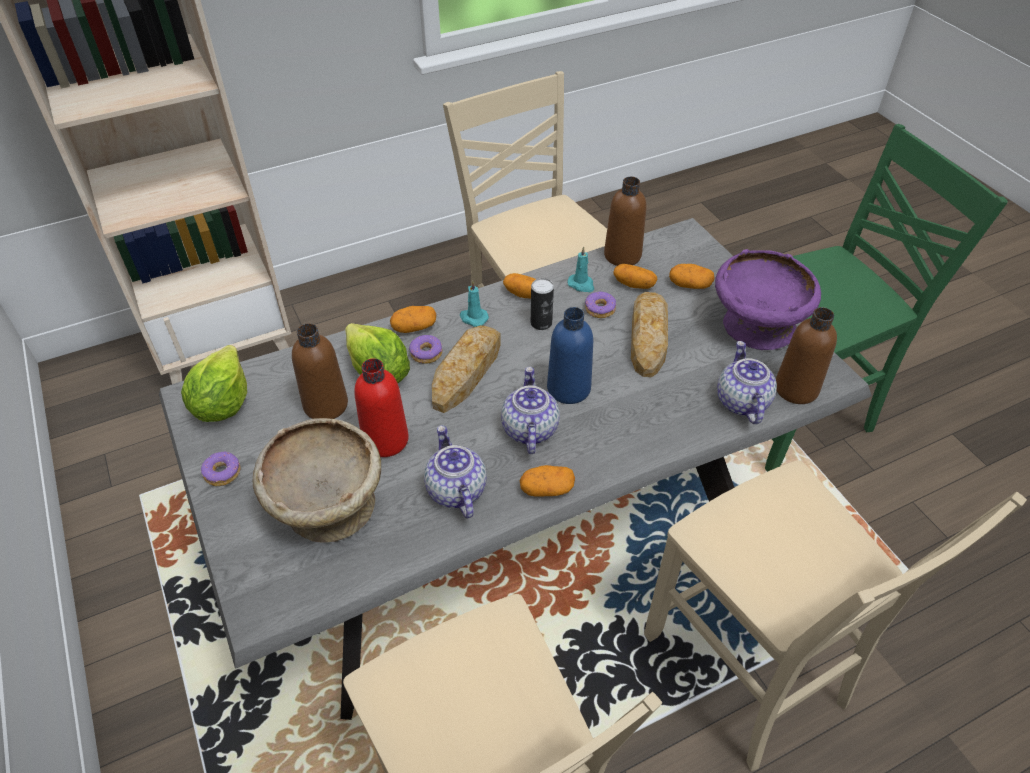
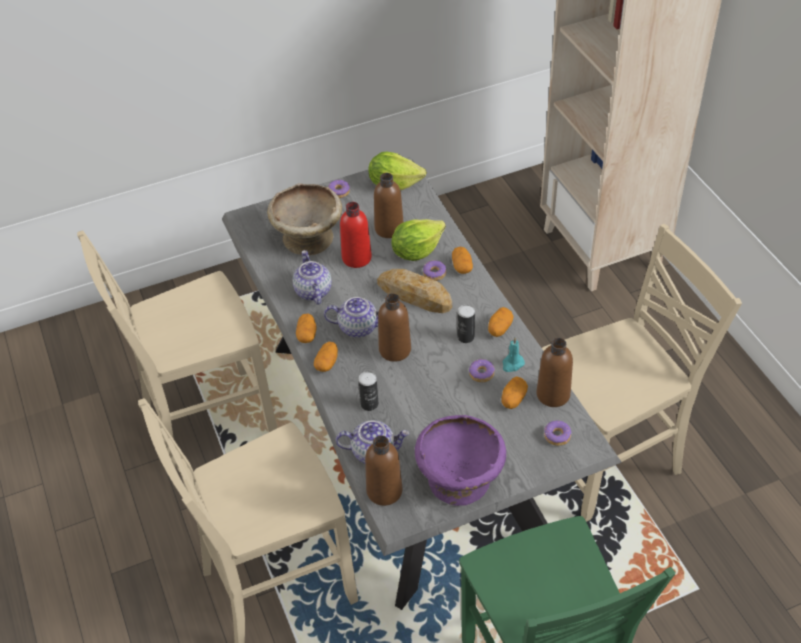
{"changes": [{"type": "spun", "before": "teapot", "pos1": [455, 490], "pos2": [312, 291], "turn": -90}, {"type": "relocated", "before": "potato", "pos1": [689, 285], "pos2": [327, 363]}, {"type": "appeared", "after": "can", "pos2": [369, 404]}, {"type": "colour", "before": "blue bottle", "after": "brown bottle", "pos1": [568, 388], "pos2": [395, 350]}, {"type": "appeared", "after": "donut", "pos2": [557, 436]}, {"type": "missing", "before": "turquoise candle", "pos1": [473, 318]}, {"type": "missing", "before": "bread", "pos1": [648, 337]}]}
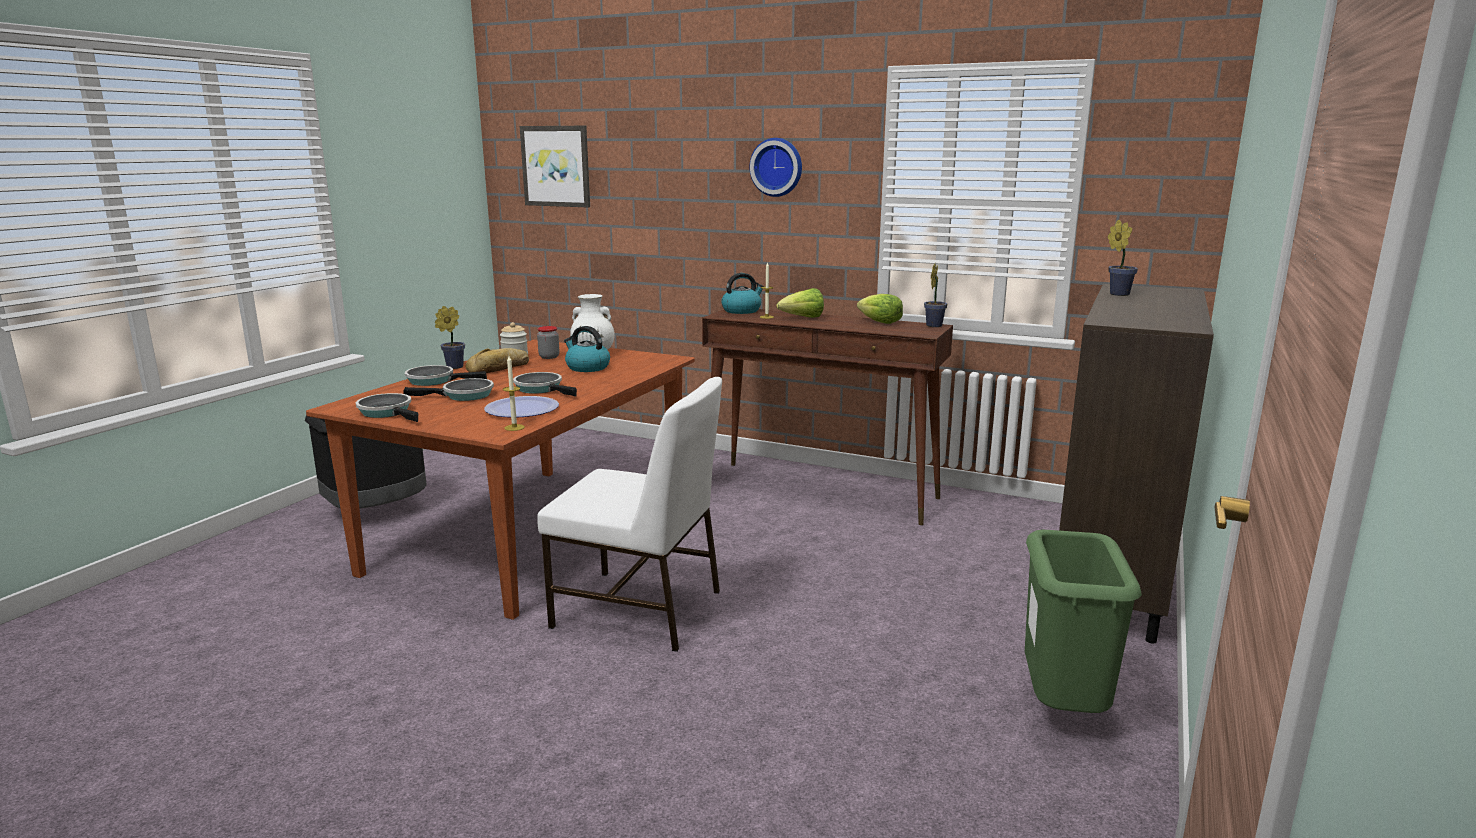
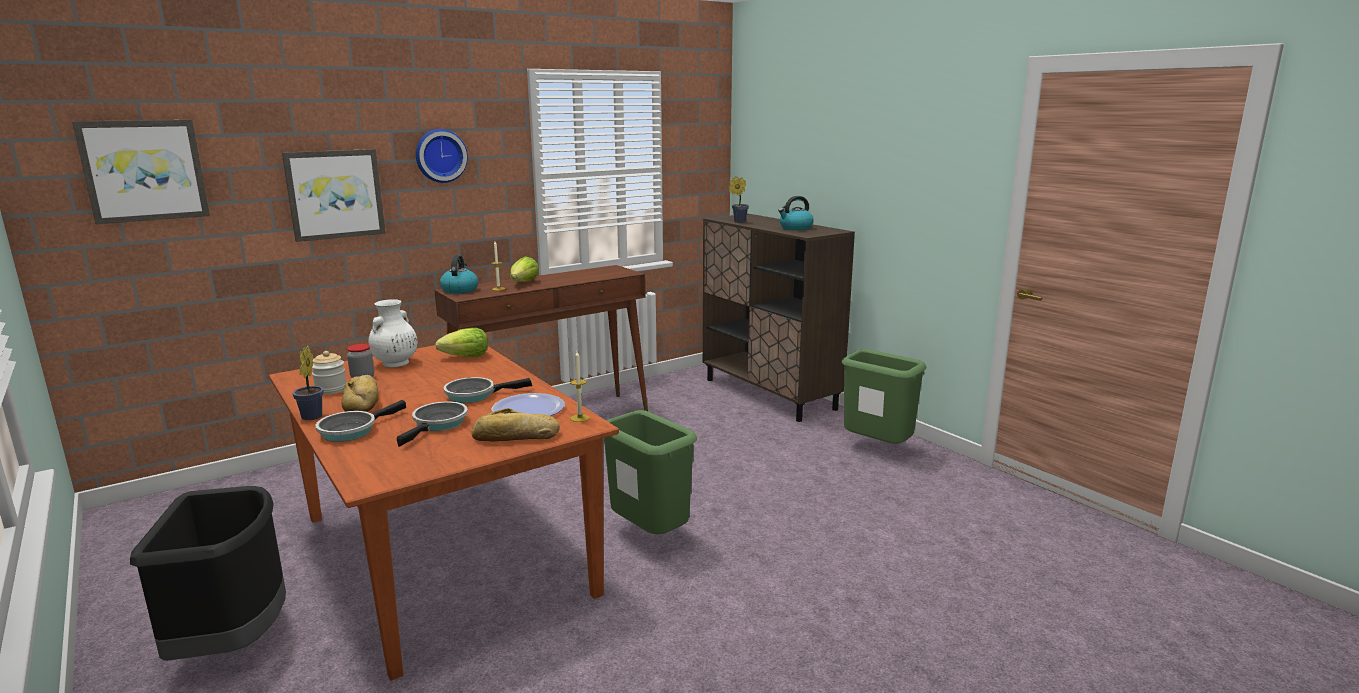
{"changes": [{"type": "appeared", "after": "picture", "pos2": [335, 194]}, {"type": "relocated", "before": "lettuce", "pos1": [880, 322], "pos2": [466, 357]}, {"type": "appeared", "after": "bread", "pos2": [515, 436]}, {"type": "exchanged", "before": "white chair", "after": "green trash can", "pos1": [640, 610], "pos2": [650, 536]}, {"type": "relocated", "before": "kettle", "pos1": [587, 367], "pos2": [795, 228]}, {"type": "missing", "before": "frying pan", "pos1": [388, 412]}, {"type": "missing", "before": "potted plant", "pos1": [934, 325]}]}
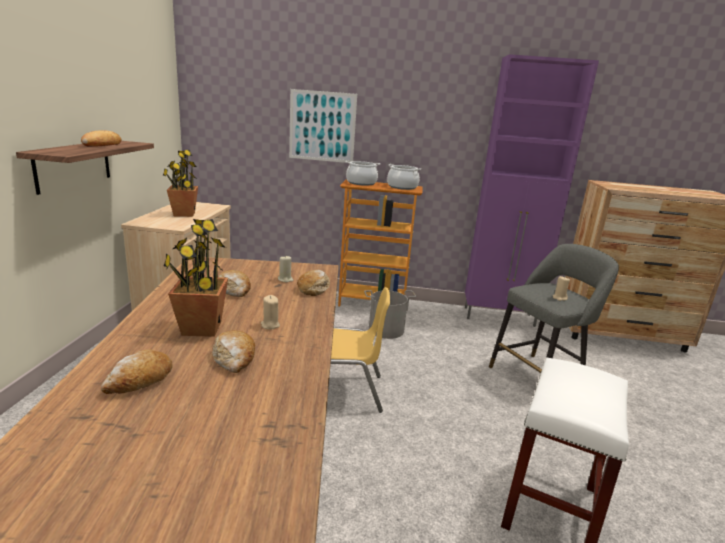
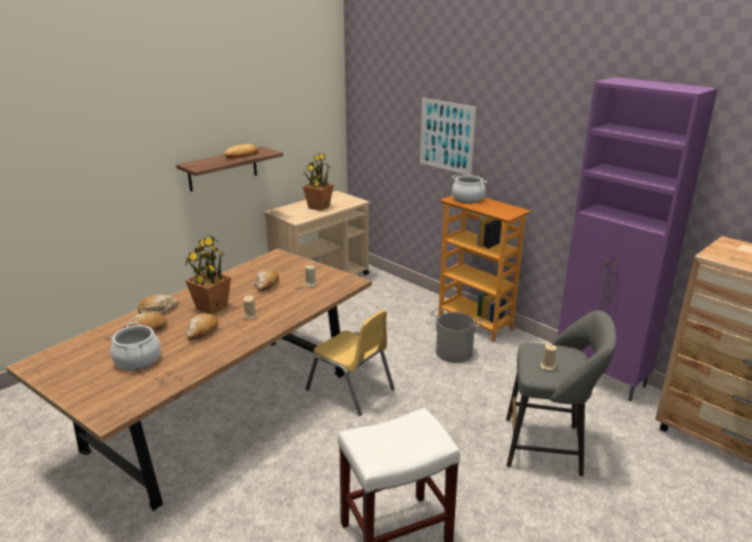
{"changes": [{"type": "relocated", "before": "cooking pot", "pos1": [402, 187], "pos2": [138, 360]}, {"type": "relocated", "before": "bread", "pos1": [314, 288], "pos2": [158, 310]}]}
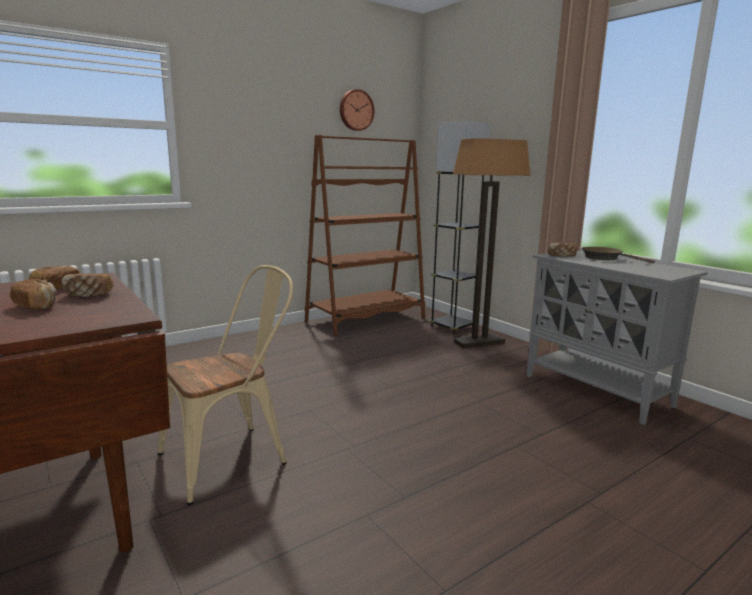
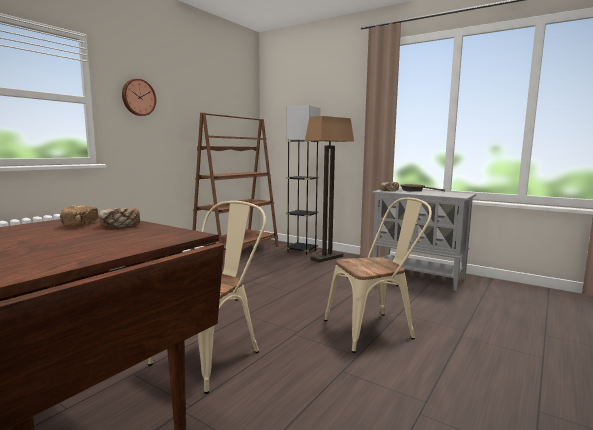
{"changes": [{"type": "relocated", "before": "wall clock", "pos1": [355, 110], "pos2": [138, 97]}, {"type": "appeared", "after": "beige chair", "pos2": [375, 329]}, {"type": "missing", "before": "bread", "pos1": [37, 306]}]}
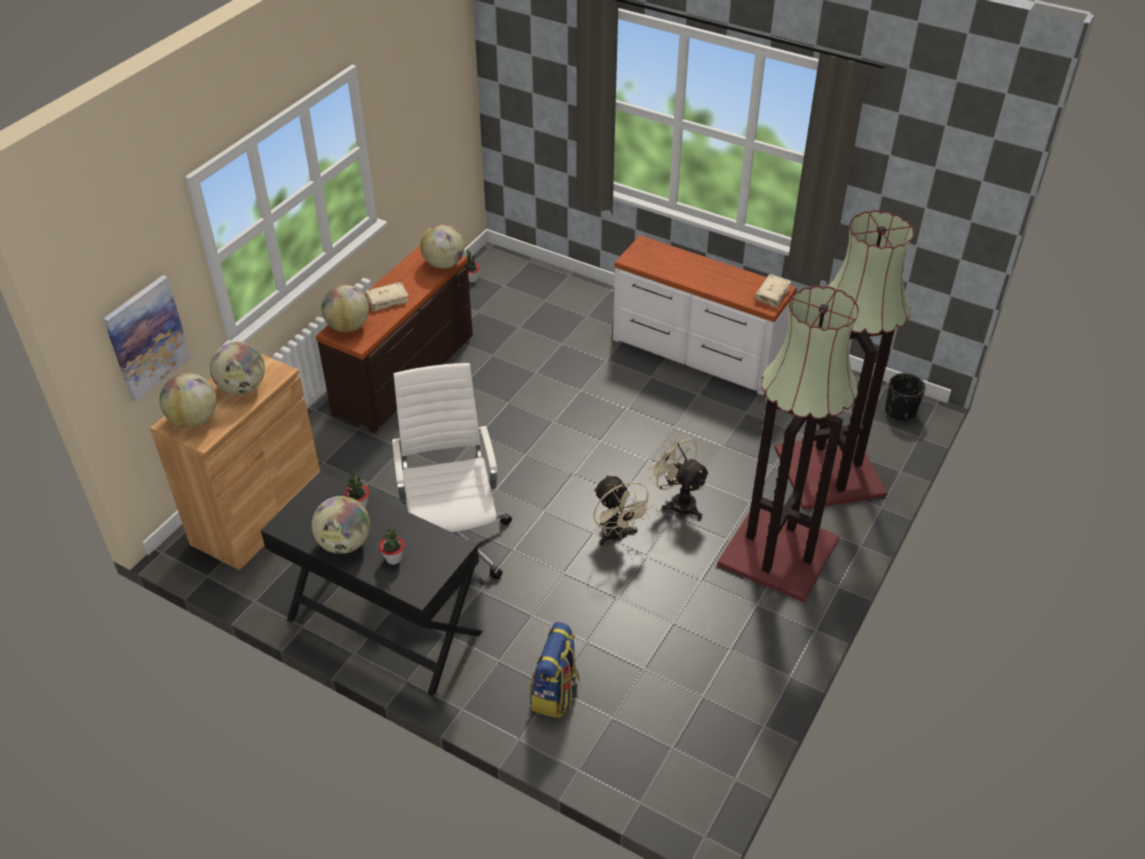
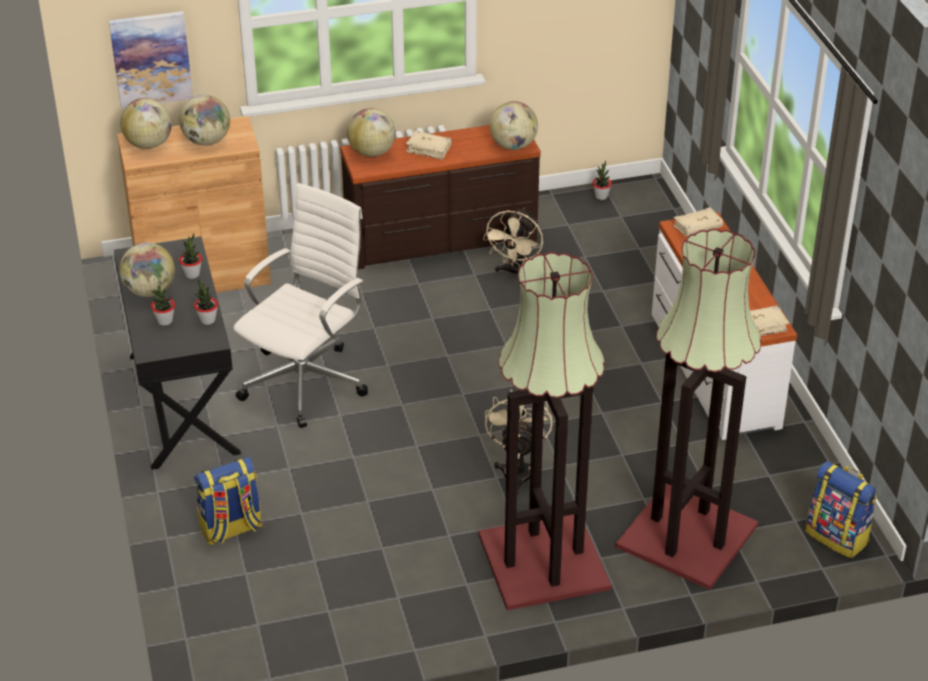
{"changes": [{"type": "appeared", "after": "potted plant", "pos2": [207, 320]}, {"type": "relocated", "before": "beige fan", "pos1": [617, 535], "pos2": [515, 272]}, {"type": "appeared", "after": "beige book", "pos2": [697, 228]}, {"type": "exchanged", "before": "black planter", "after": "backpack", "pos1": [900, 411], "pos2": [838, 536]}]}
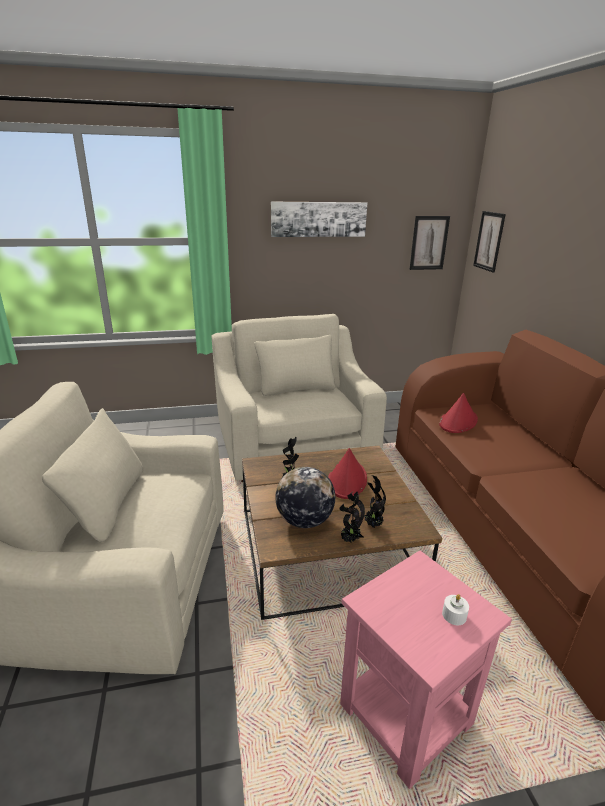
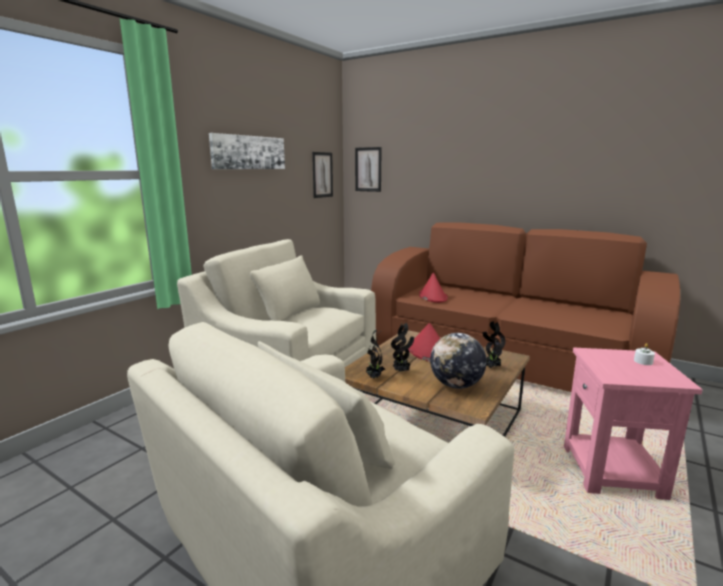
{"changes": [{"type": "relocated", "before": "potted plant", "pos1": [349, 540], "pos2": [374, 377]}]}
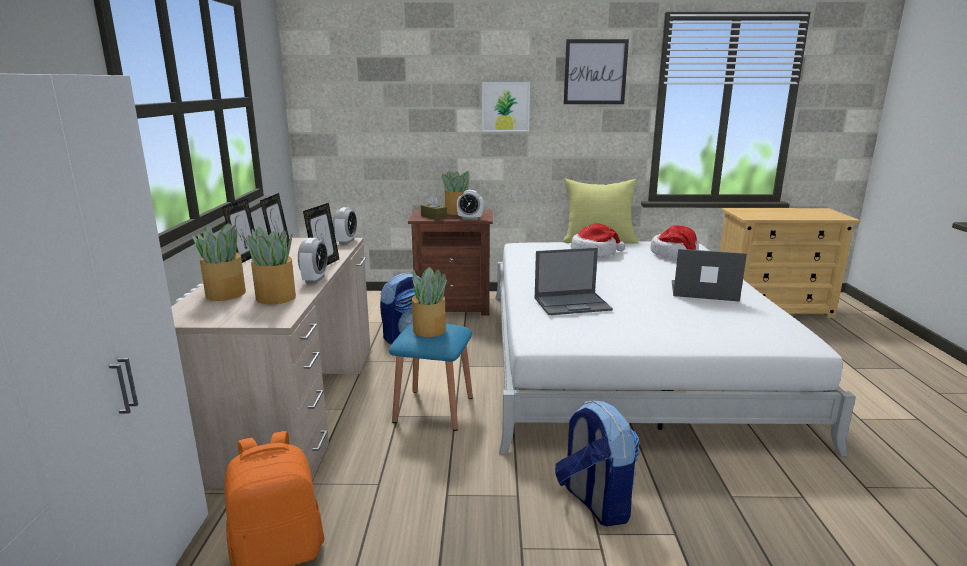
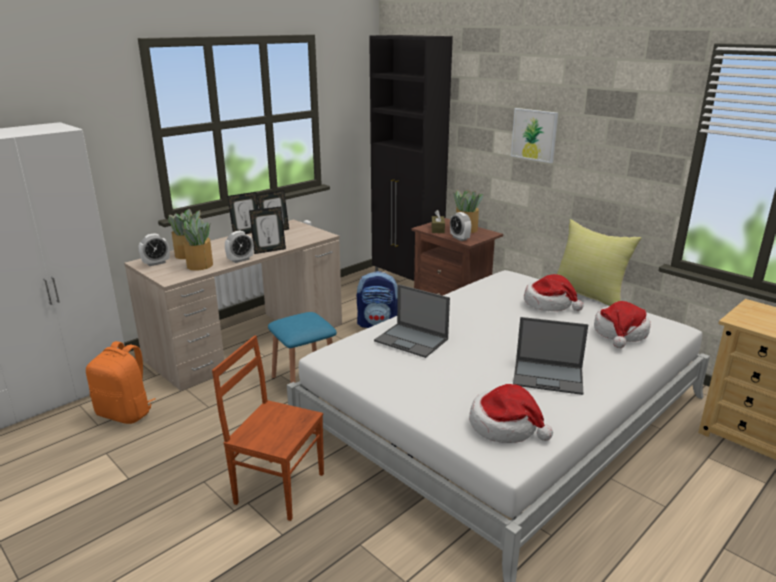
{"changes": [{"type": "relocated", "before": "alarm clock", "pos1": [346, 241], "pos2": [156, 263]}, {"type": "exchanged", "before": "backpack", "after": "brown chair", "pos1": [594, 502], "pos2": [279, 487]}, {"type": "appeared", "after": "black cabinet", "pos2": [407, 284]}, {"type": "appeared", "after": "hat", "pos2": [505, 426]}, {"type": "spun", "before": "laptop", "pos1": [703, 291], "pos2": [549, 377], "turn": 135}, {"type": "missing", "before": "potted plant", "pos1": [429, 329]}, {"type": "missing", "before": "picture", "pos1": [595, 72]}]}
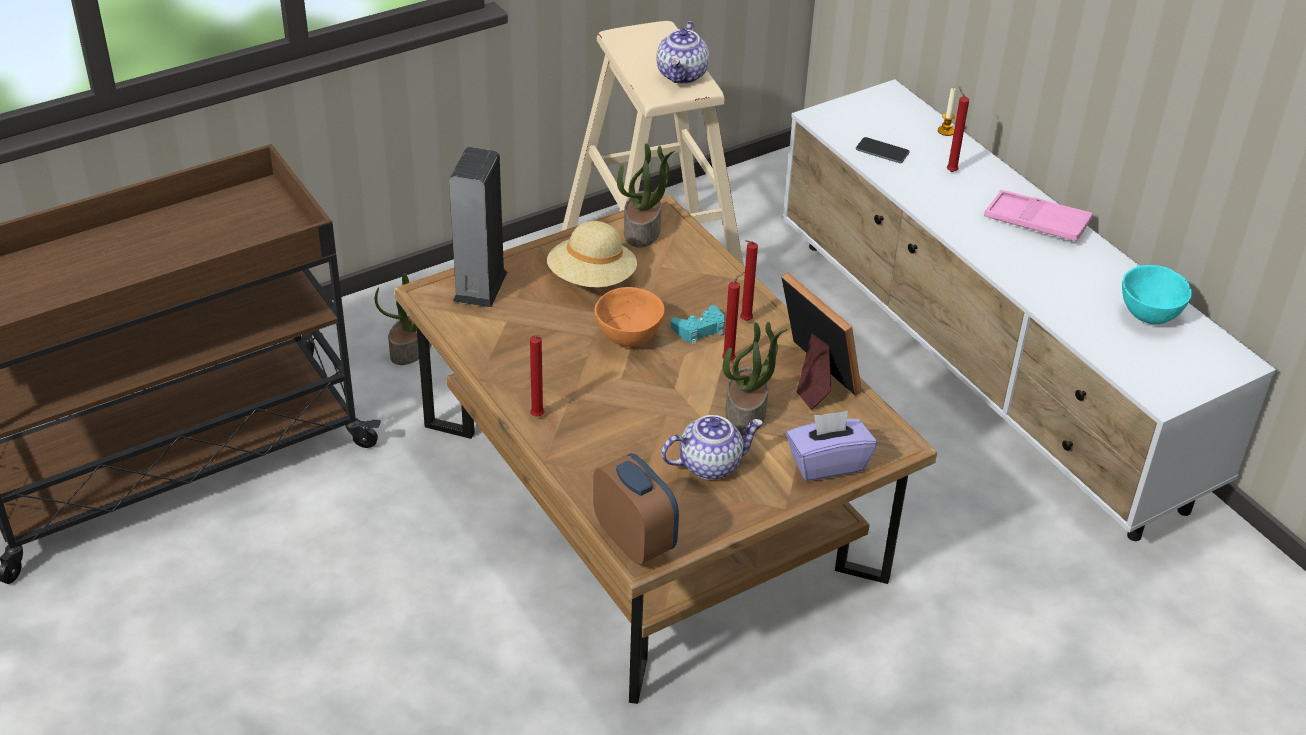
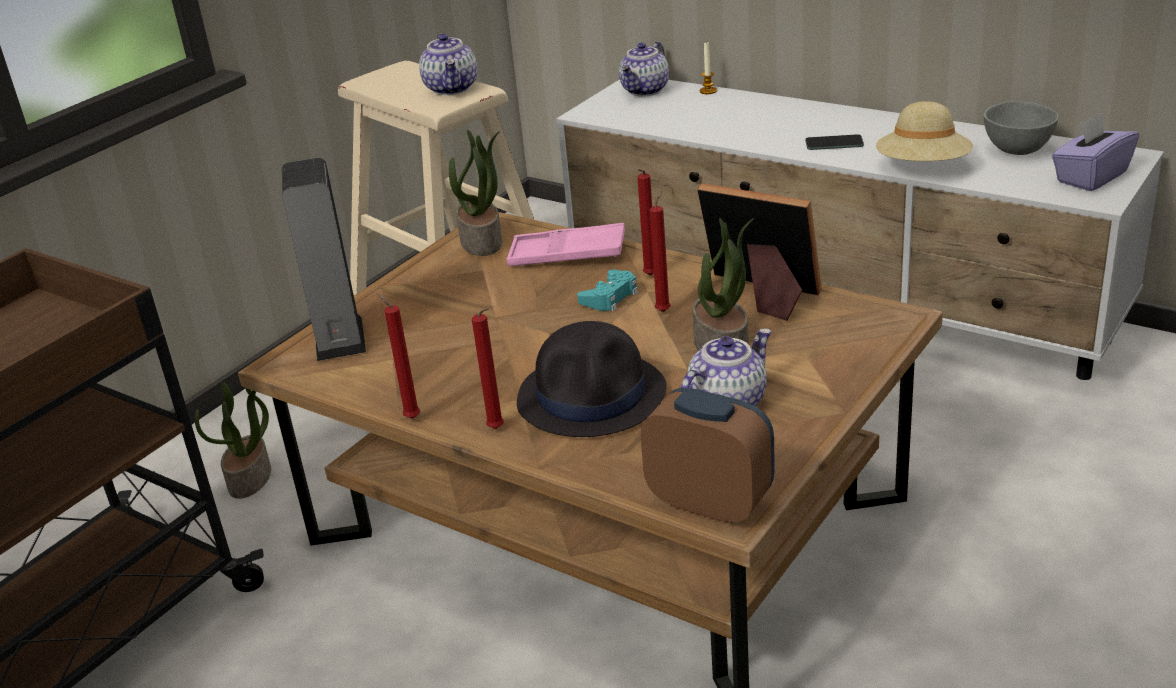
{"changes": [{"type": "relocated", "before": "red candle", "pos1": [950, 171], "pos2": [410, 417]}, {"type": "relocated", "before": "pink tray", "pos1": [1036, 222], "pos2": [567, 254]}, {"type": "appeared", "after": "black hat", "pos2": [593, 396]}, {"type": "appeared", "after": "teapot", "pos2": [646, 91]}, {"type": "relocated", "before": "phone", "pos1": [882, 151], "pos2": [834, 143]}, {"type": "relocated", "before": "beige hat", "pos1": [592, 279], "pos2": [923, 168]}, {"type": "colour", "before": "turquoise bowl", "after": "grey bowl", "pos1": [1149, 314], "pos2": [1016, 150]}, {"type": "relocated", "before": "purple tissue box", "pos1": [827, 463], "pos2": [1090, 177]}, {"type": "missing", "before": "orange bowl", "pos1": [628, 338]}]}
